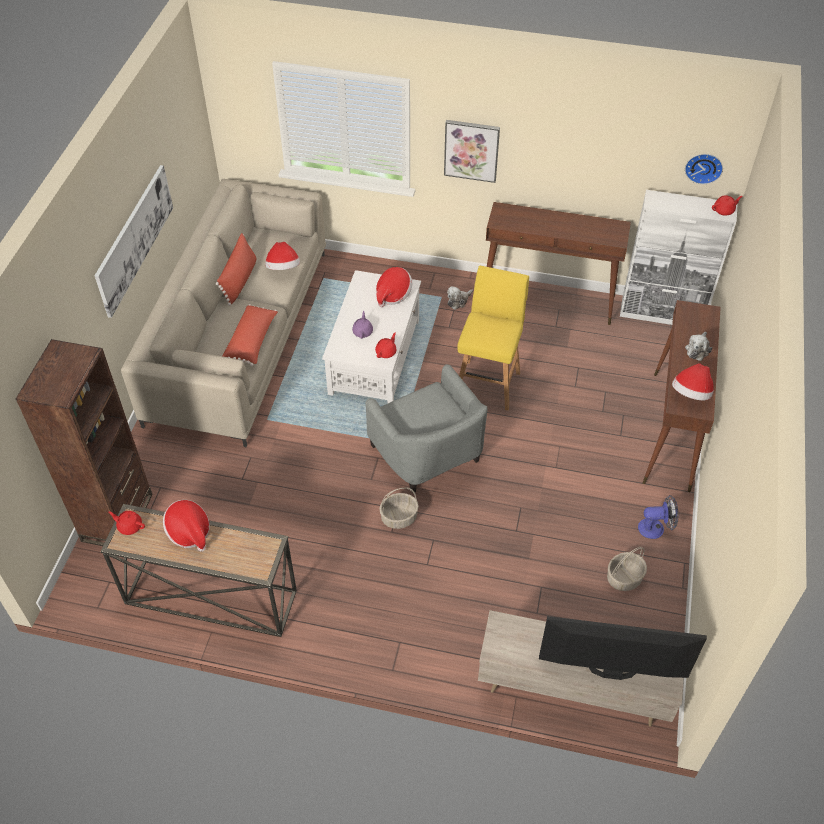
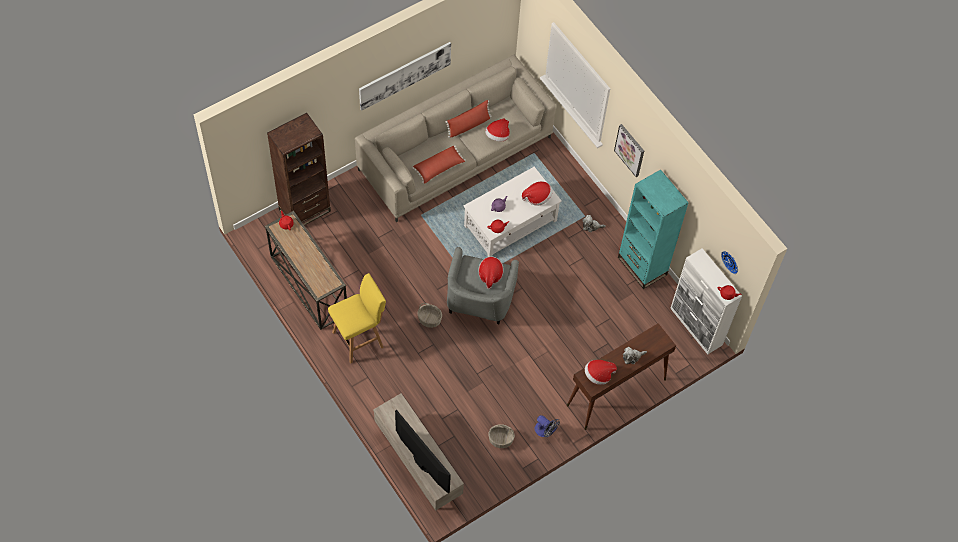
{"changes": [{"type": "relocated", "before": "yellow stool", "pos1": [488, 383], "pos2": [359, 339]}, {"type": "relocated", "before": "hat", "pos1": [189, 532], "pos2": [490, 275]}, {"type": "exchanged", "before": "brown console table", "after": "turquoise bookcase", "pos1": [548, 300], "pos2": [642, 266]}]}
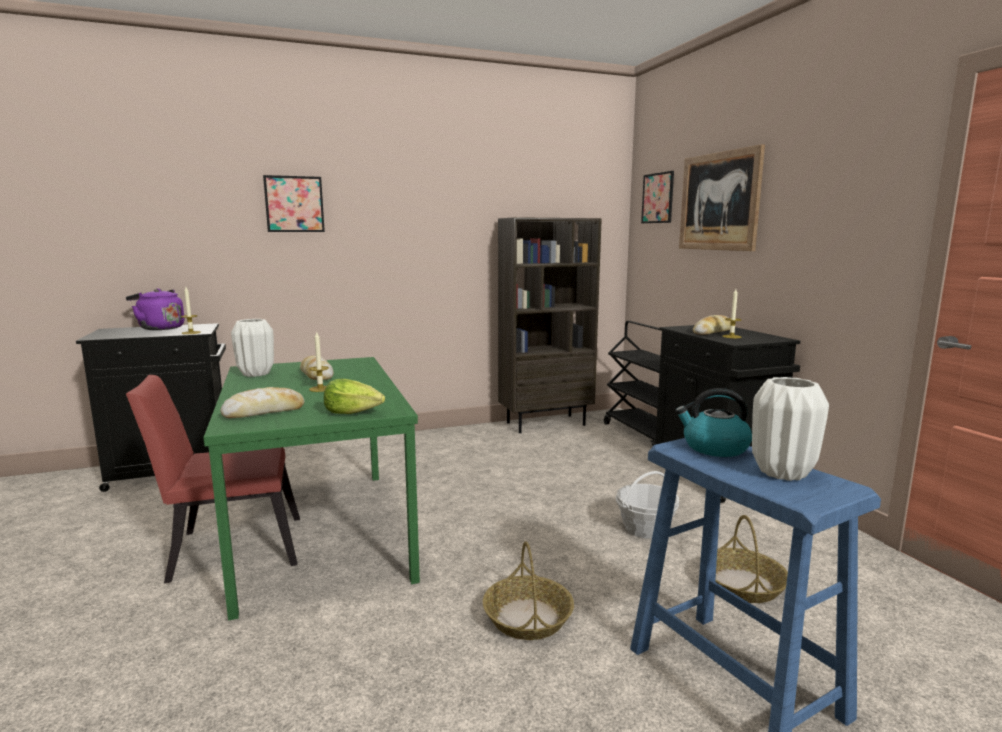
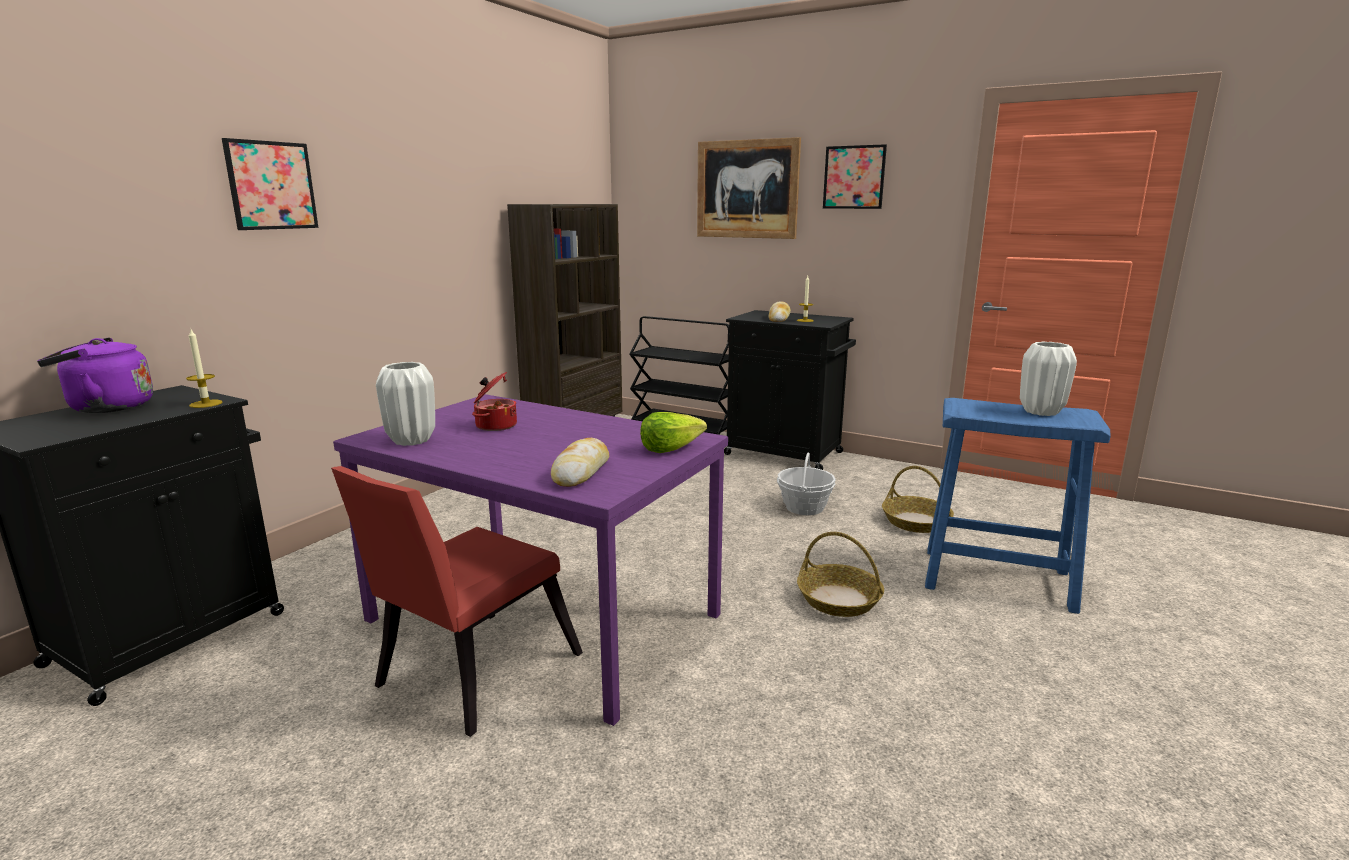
{"changes": [{"type": "colour", "before": "green dining table", "after": "purple dining table", "pos1": [321, 533], "pos2": [546, 617]}, {"type": "exchanged", "before": "bread", "after": "cooking pot", "pos1": [316, 375], "pos2": [495, 425]}, {"type": "relocated", "before": "picture", "pos1": [657, 198], "pos2": [854, 177]}, {"type": "missing", "before": "candle", "pos1": [320, 389]}, {"type": "missing", "before": "kettle", "pos1": [714, 448]}]}
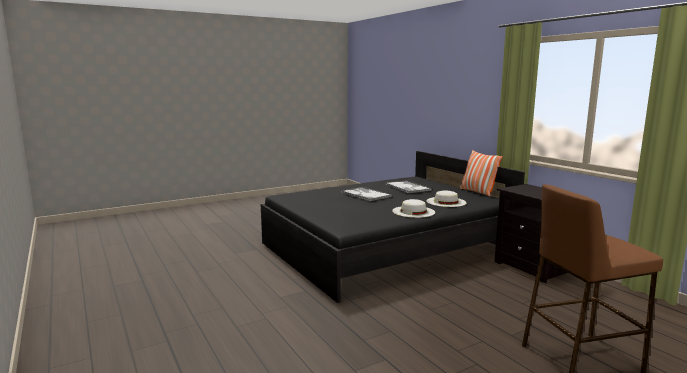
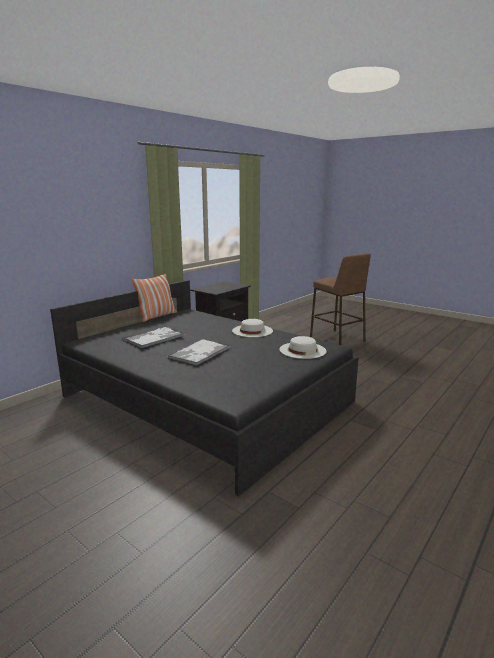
{"changes": [{"type": "relocated", "before": "white hat", "pos1": [446, 202], "pos2": [302, 350]}]}
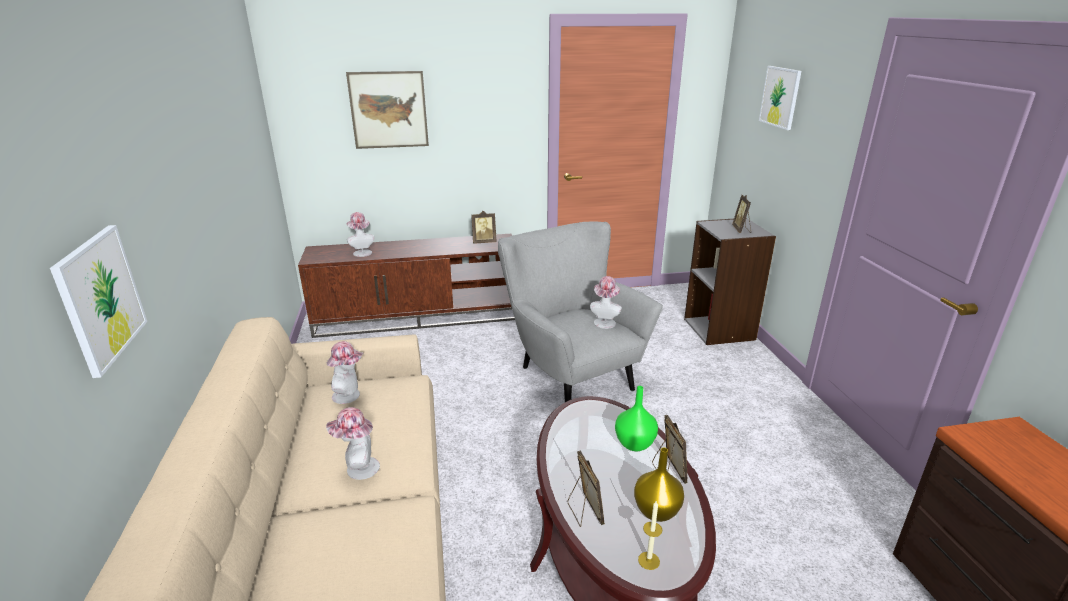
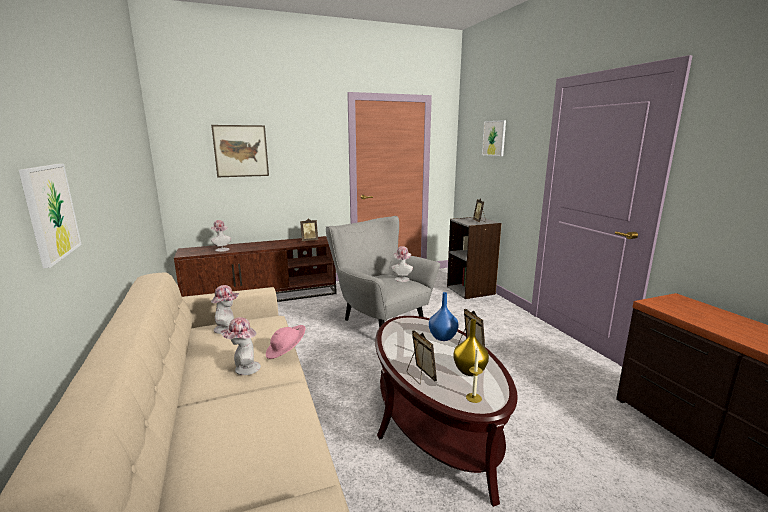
{"changes": [{"type": "appeared", "after": "pink hat", "pos2": [286, 352]}, {"type": "colour", "before": "green vase", "after": "blue vase", "pos1": [634, 444], "pos2": [442, 337]}]}
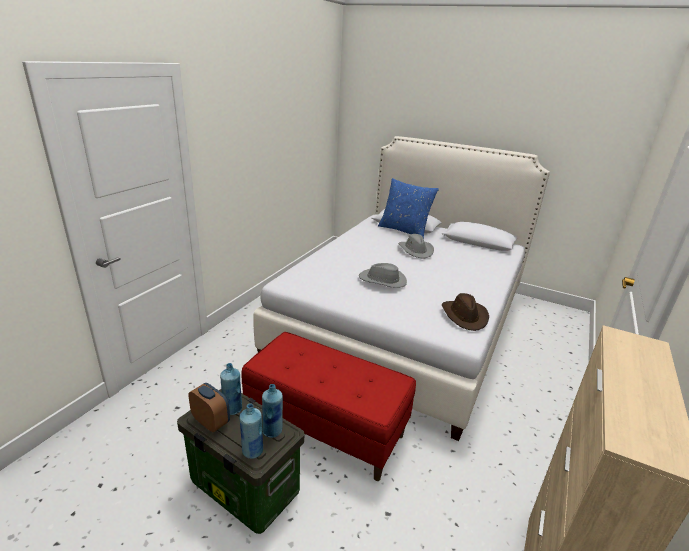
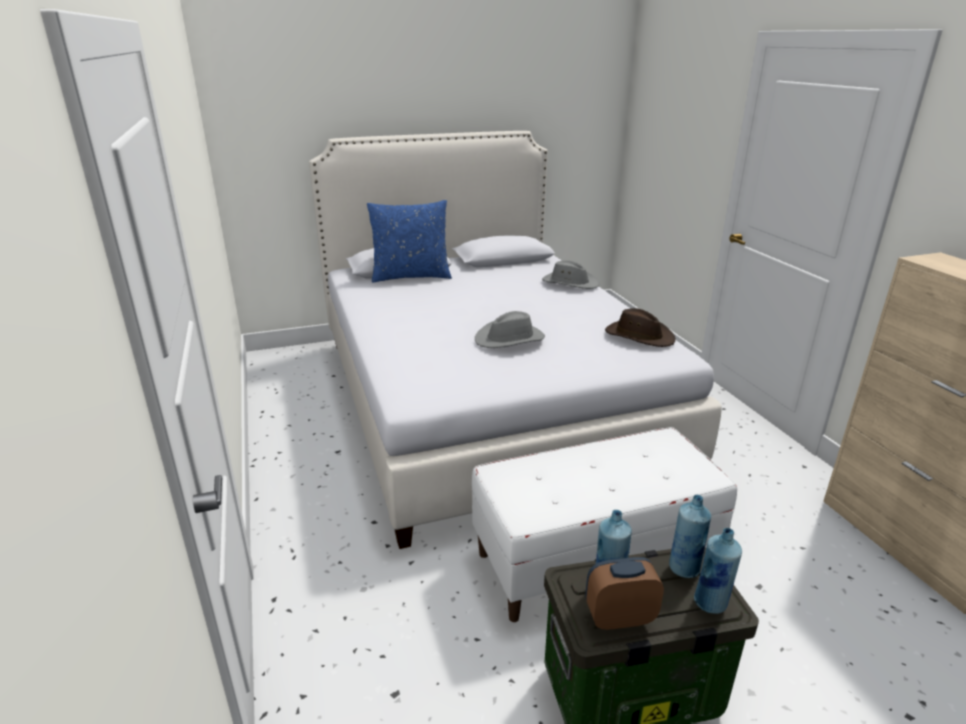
{"changes": [{"type": "colour", "before": "red bench", "after": "white bench", "pos1": [326, 427], "pos2": [593, 559]}, {"type": "relocated", "before": "grey hat", "pos1": [416, 250], "pos2": [570, 283]}]}
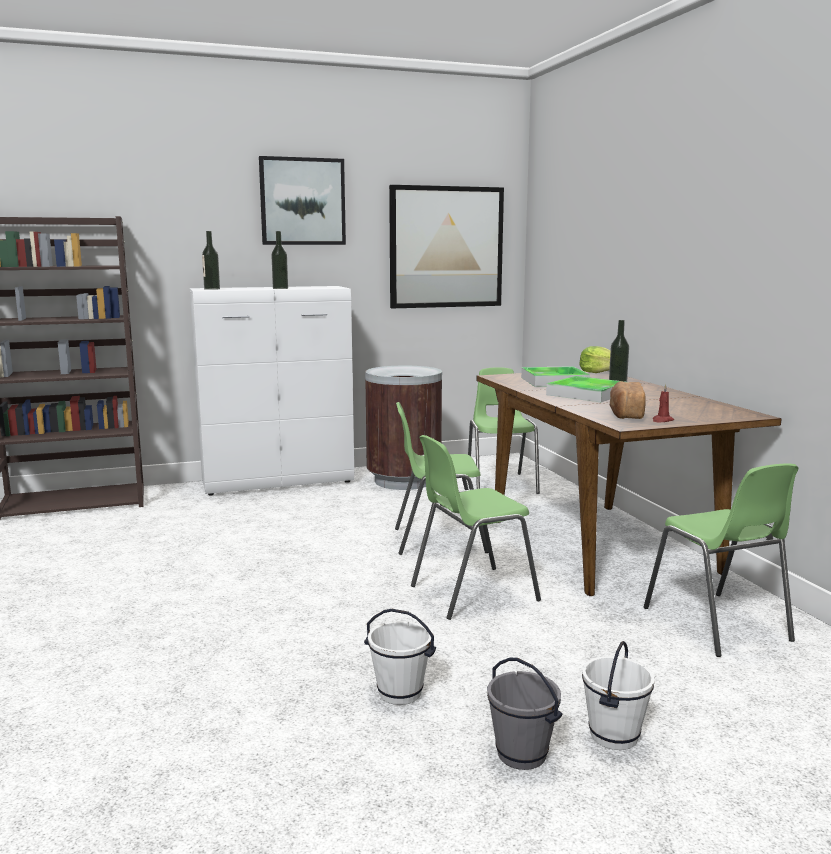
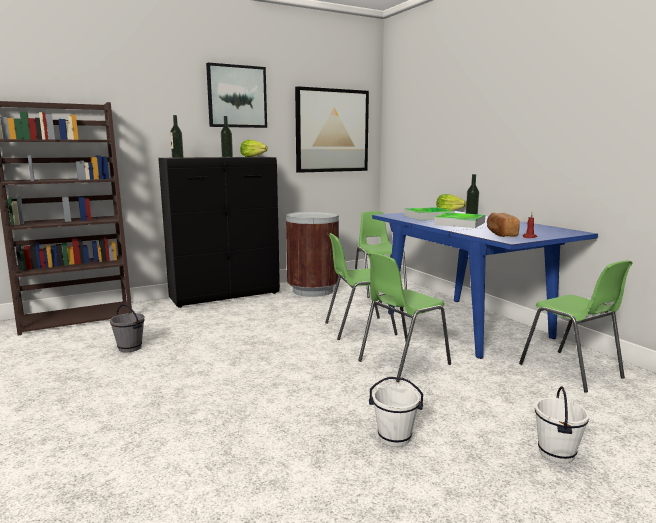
{"changes": [{"type": "relocated", "before": "grey bucket", "pos1": [522, 754], "pos2": [130, 348]}, {"type": "colour", "before": "white cabinet", "after": "black cabinet", "pos1": [279, 482], "pos2": [226, 296]}, {"type": "appeared", "after": "lettuce", "pos2": [253, 156]}, {"type": "colour", "before": "brown dining table", "after": "blue dining table", "pos1": [598, 544], "pos2": [464, 324]}]}
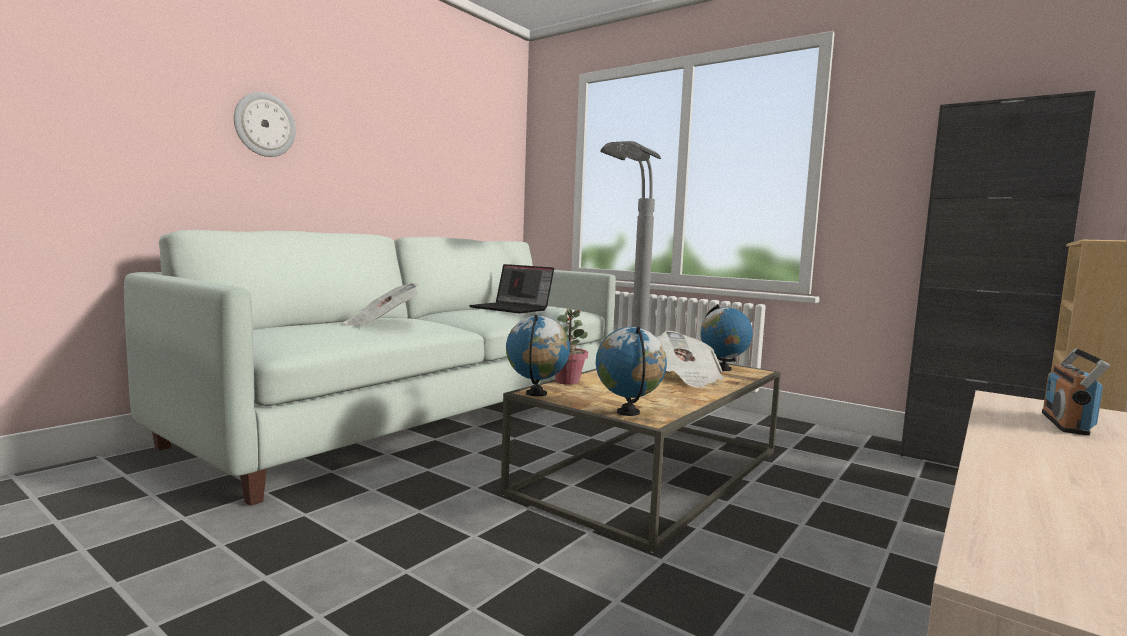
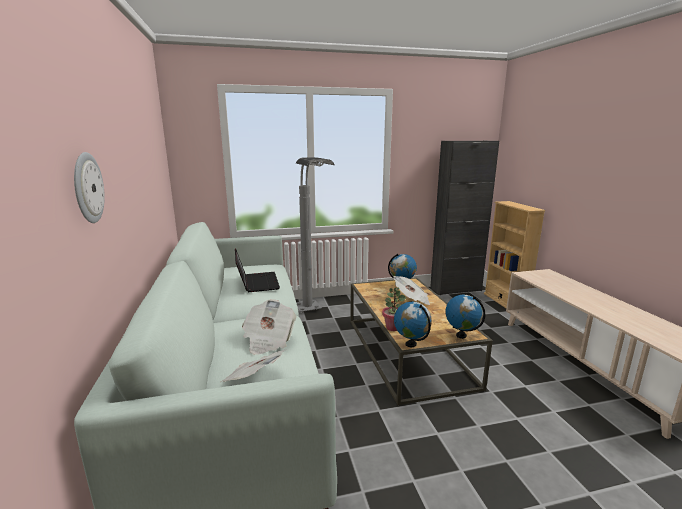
{"changes": [{"type": "appeared", "after": "newspaper", "pos2": [254, 381]}, {"type": "spun", "before": "laptop", "pos1": [512, 309], "pos2": [256, 282], "turn": -90}, {"type": "missing", "before": "radio", "pos1": [1066, 424]}]}
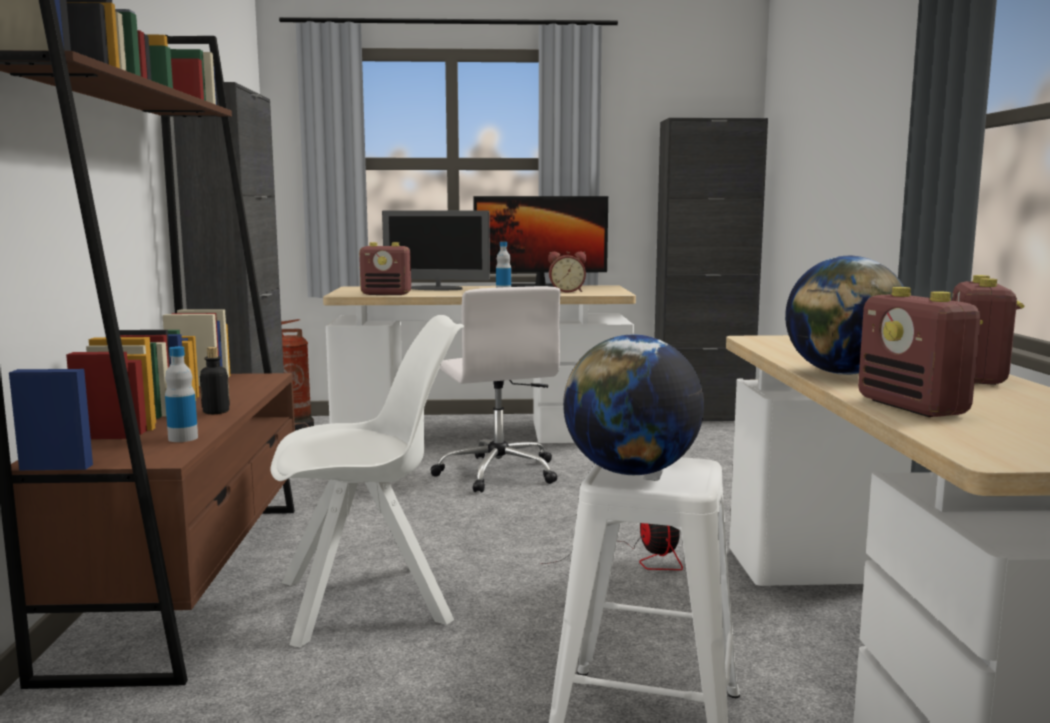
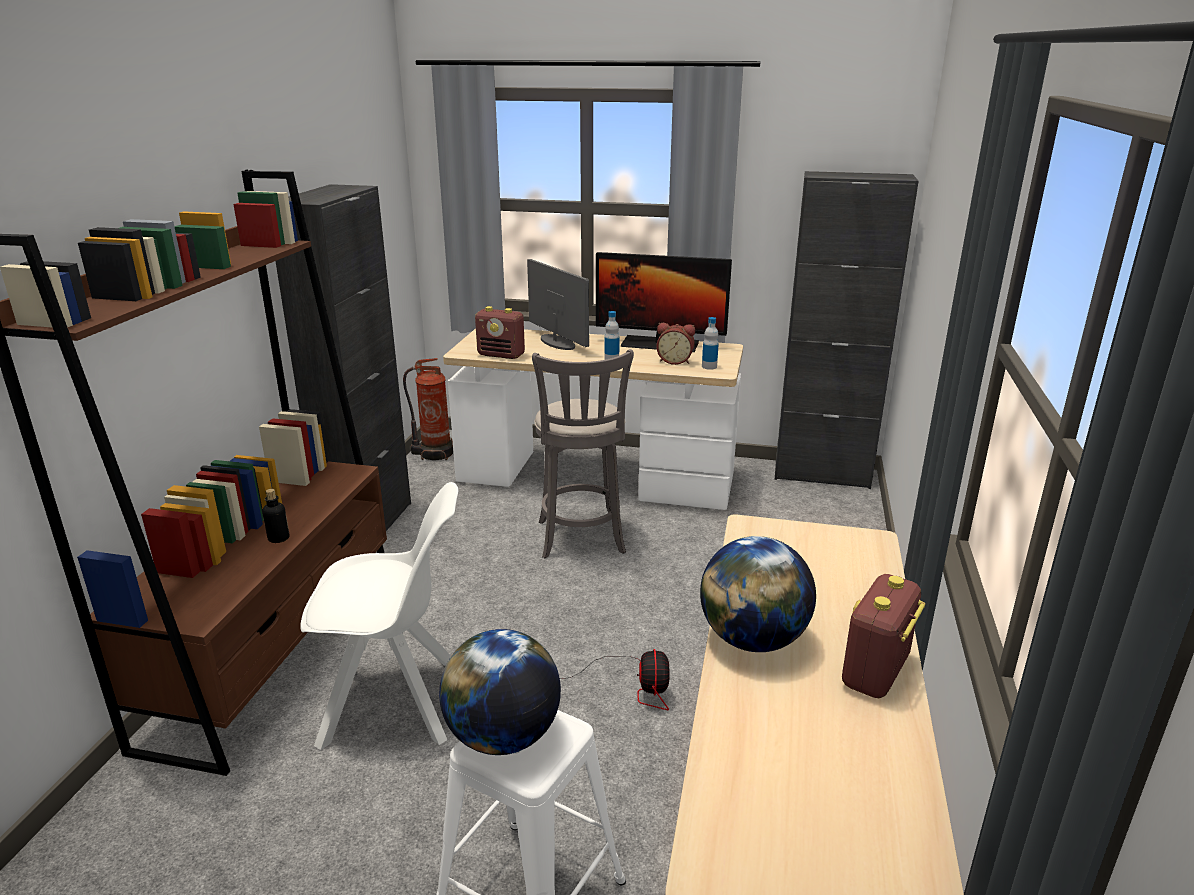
{"changes": [{"type": "spun", "before": "monitor", "pos1": [436, 289], "pos2": [557, 342], "turn": -150}, {"type": "exchanged", "before": "white office chair", "after": "grey stool", "pos1": [498, 472], "pos2": [581, 540]}, {"type": "relocated", "before": "bottle", "pos1": [183, 438], "pos2": [709, 366]}, {"type": "missing", "before": "radio", "pos1": [913, 407]}]}
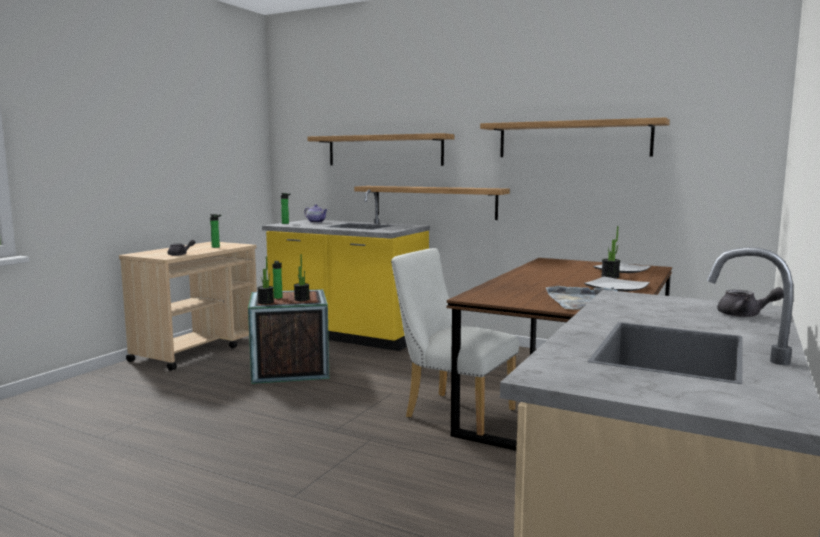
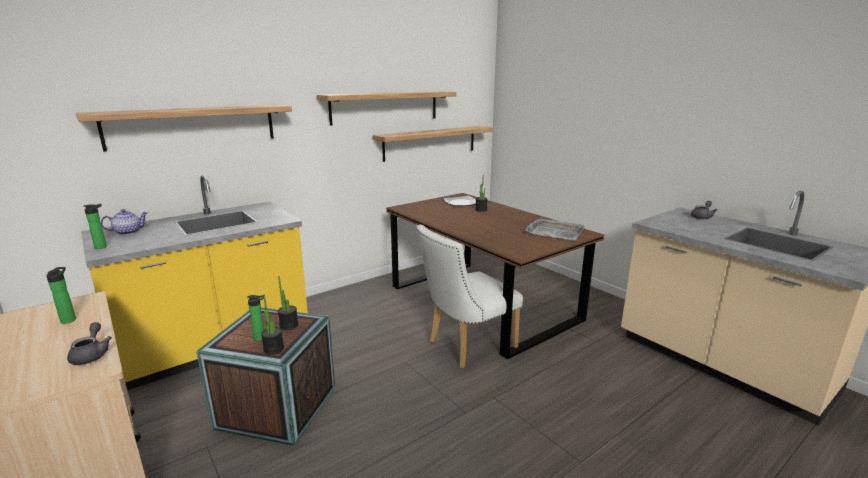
{"changes": [{"type": "relocated", "before": "shelf", "pos1": [434, 202], "pos2": [430, 142]}, {"type": "missing", "before": "plate", "pos1": [615, 287]}]}
